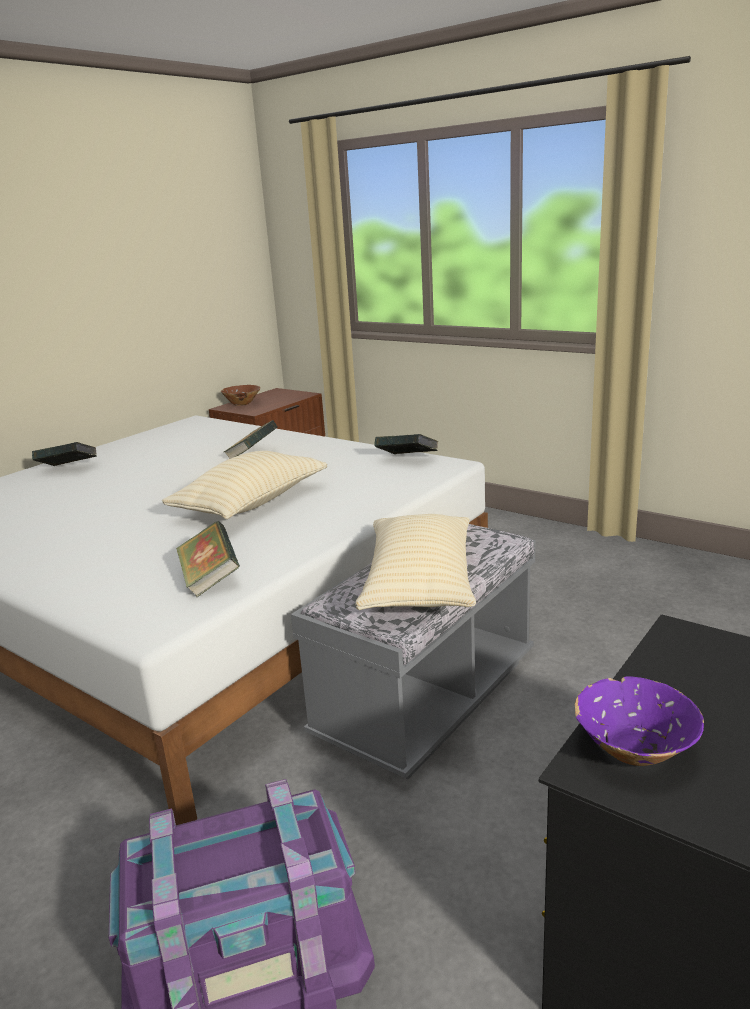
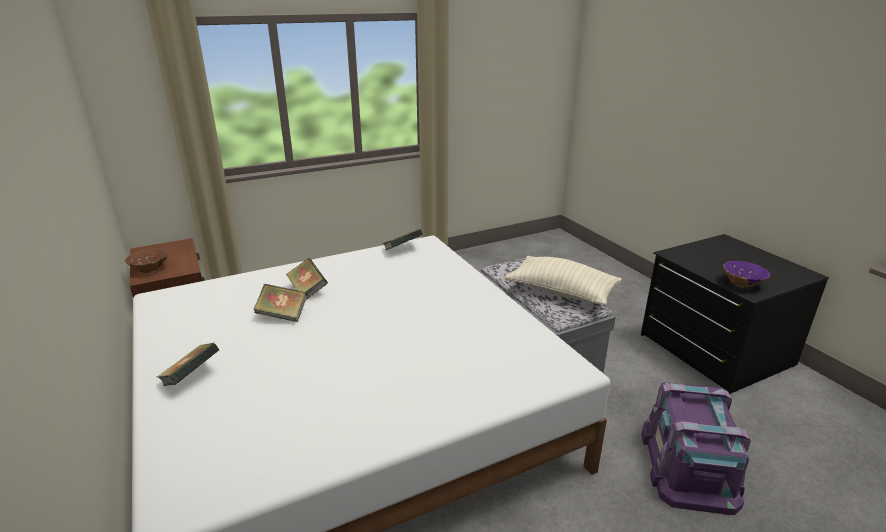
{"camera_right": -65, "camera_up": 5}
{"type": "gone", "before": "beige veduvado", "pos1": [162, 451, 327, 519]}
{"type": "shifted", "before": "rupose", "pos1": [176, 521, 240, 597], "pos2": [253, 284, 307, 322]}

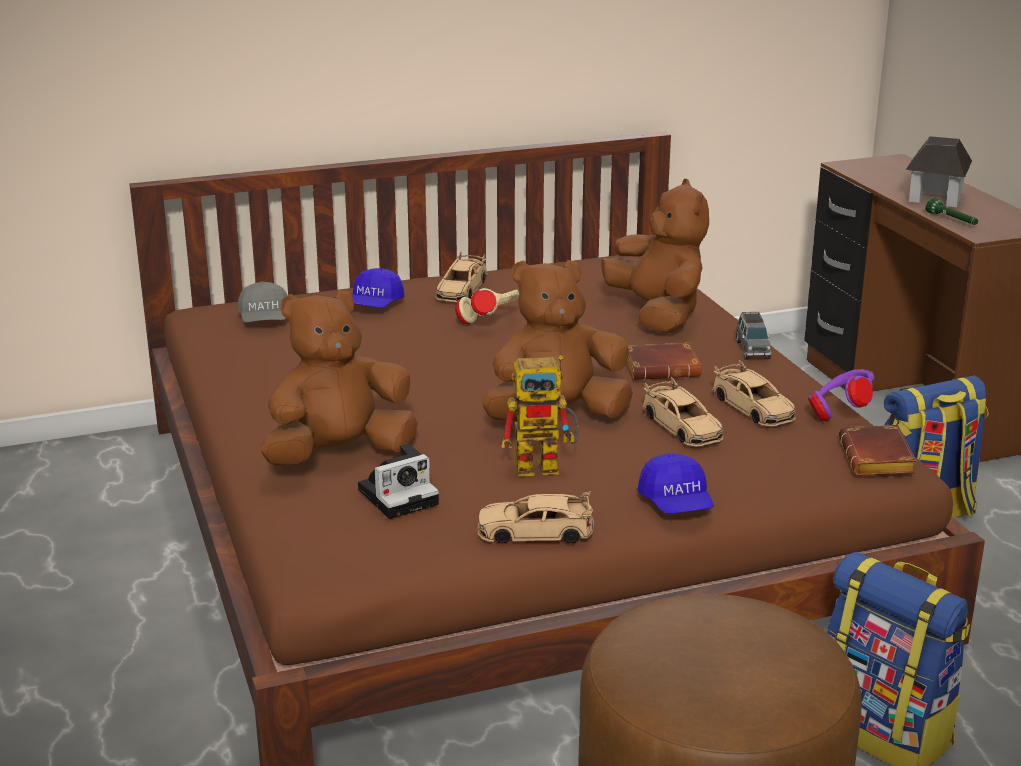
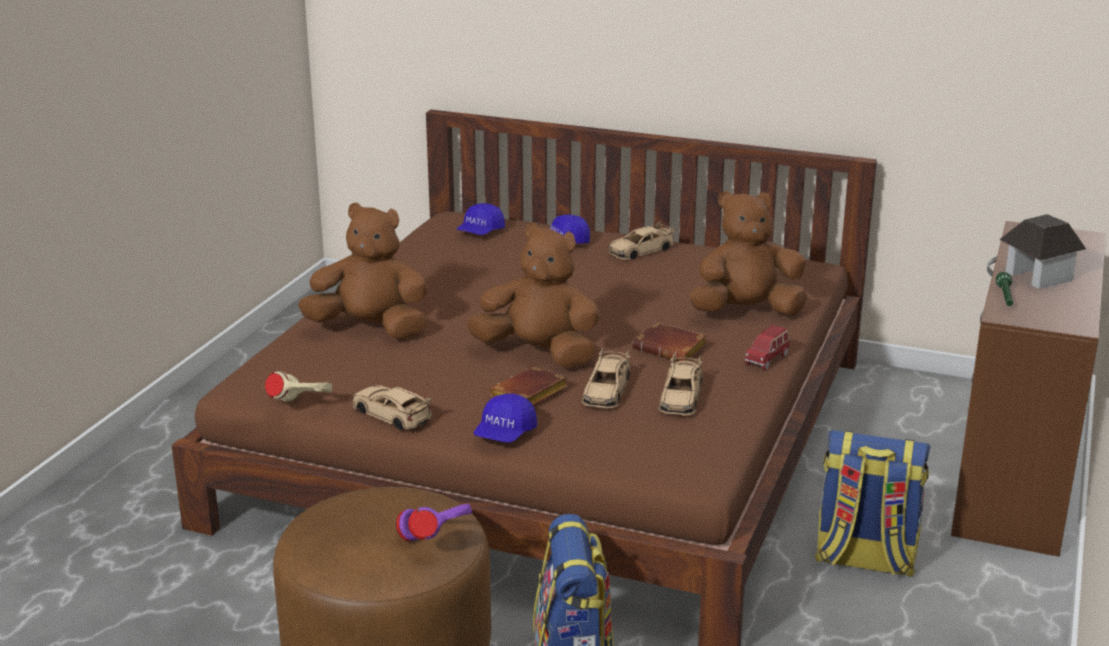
{"camera_right": 40, "camera_up": 0}
{"type": "rotated", "before": "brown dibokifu", "pos1": [601, 179, 709, 333], "pos2": [690, 191, 807, 315], "turn": -120}
{"type": "repainted", "before": "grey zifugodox", "after": "blue zifugodox", "pos1": [237, 282, 288, 322], "pos2": [456, 203, 505, 235]}
{"type": "shifted", "before": "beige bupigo", "pos1": [455, 288, 519, 324], "pos2": [265, 371, 332, 402]}
{"type": "repainted", "before": "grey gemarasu", "after": "red gemarasu", "pos1": [736, 312, 771, 360], "pos2": [745, 324, 790, 370]}
{"type": "gone", "before": "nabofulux", "pos1": [501, 355, 578, 477]}
{"type": "shifted", "before": "purple bupigo", "pos1": [808, 369, 874, 421], "pos2": [396, 504, 472, 541]}
{"type": "shifted", "before": "brown rupose", "pos1": [839, 425, 917, 476], "pos2": [490, 366, 568, 406]}
{"type": "gone", "before": "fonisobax", "pos1": [358, 443, 439, 519]}

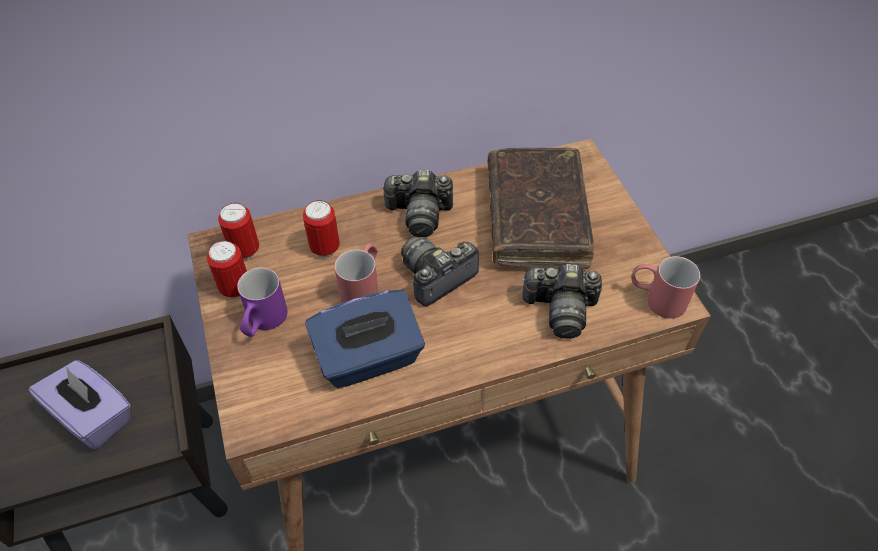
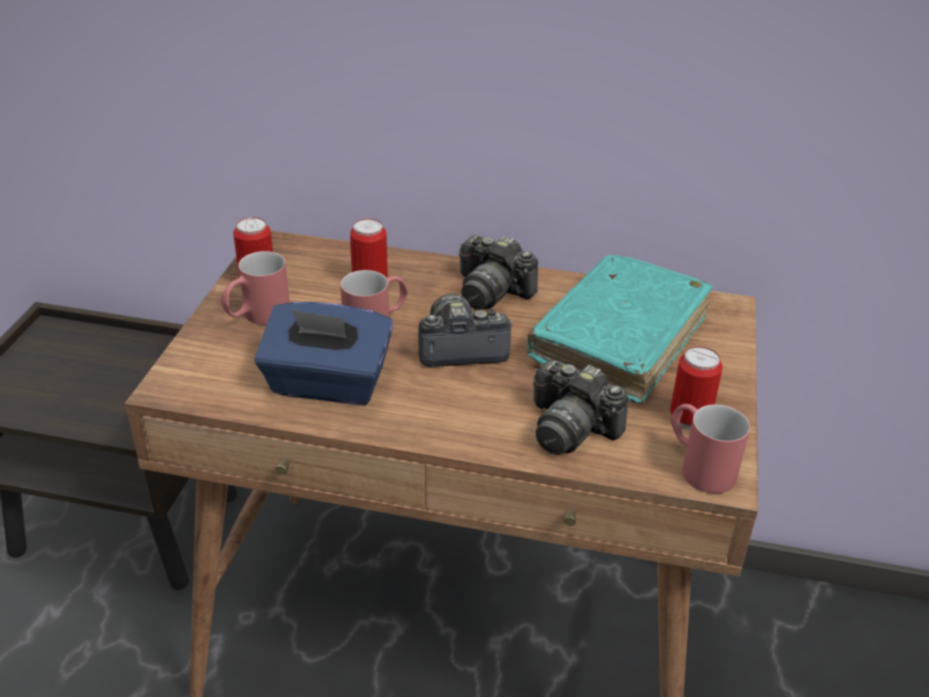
{"camera_right": 30, "camera_up": -15}
{"type": "repainted", "before": "brown rupose", "after": "turquoise rupose", "pos1": [488, 148, 594, 269], "pos2": [527, 255, 713, 404]}
{"type": "shifted", "before": "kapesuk", "pos1": [218, 203, 259, 260], "pos2": [670, 346, 723, 429]}
{"type": "repainted", "before": "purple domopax", "after": "red domopax", "pos1": [237, 267, 288, 337], "pos2": [221, 251, 290, 325]}
{"type": "gone", "before": "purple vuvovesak", "pos1": [29, 360, 131, 450]}

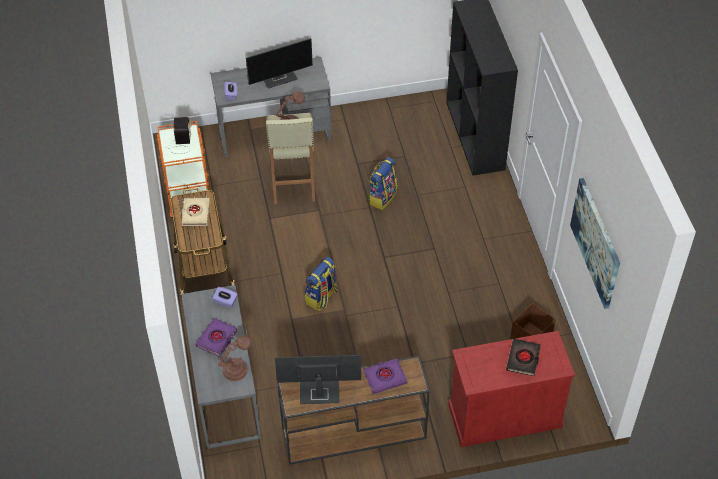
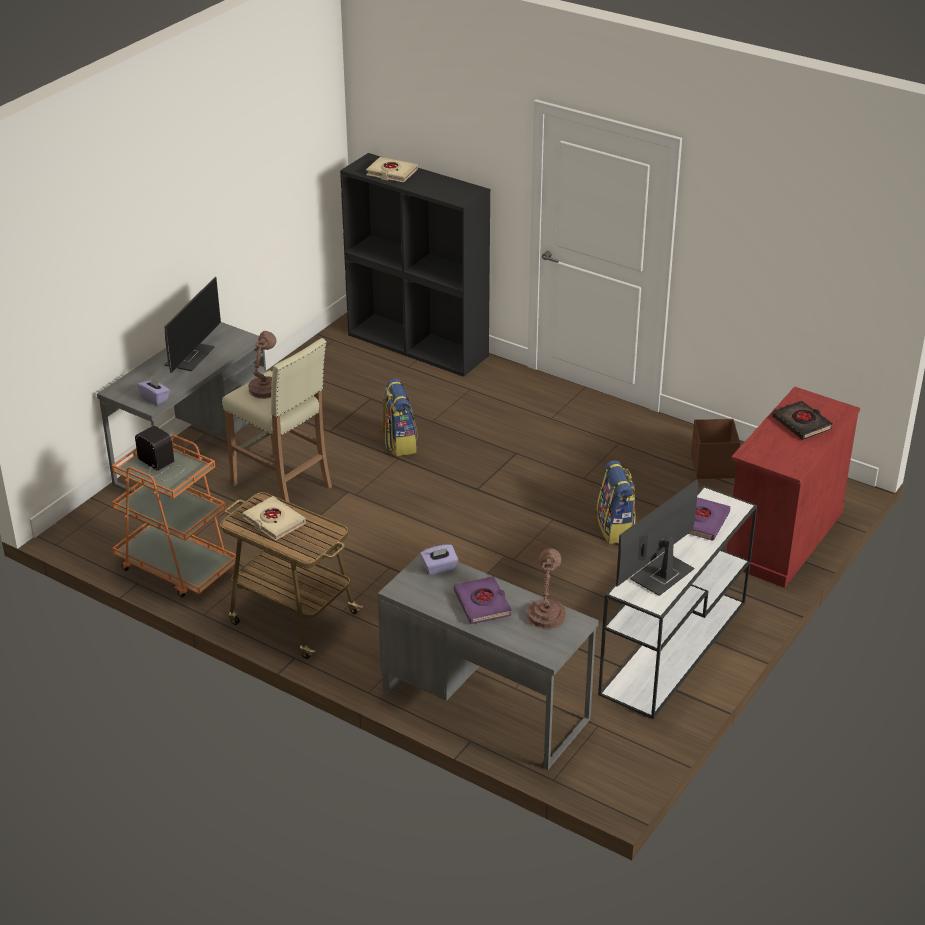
{"camera_right": -45, "camera_up": -15}
{"type": "gone", "before": "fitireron", "pos1": [570, 178, 620, 309]}
{"type": "shifted", "before": "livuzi", "pos1": [305, 257, 338, 311], "pos2": [597, 460, 636, 544]}
{"type": "repainted", "before": "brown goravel", "after": "white goravel", "pos1": [278, 356, 430, 465], "pos2": [598, 486, 757, 719]}
{"type": "new", "after": "beige rupose", "pos2": [366, 157, 418, 182]}

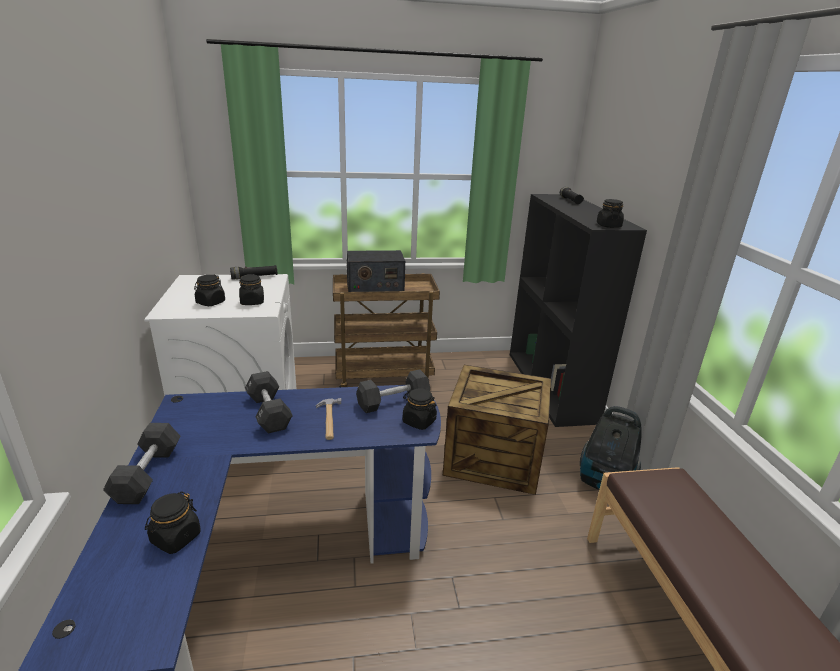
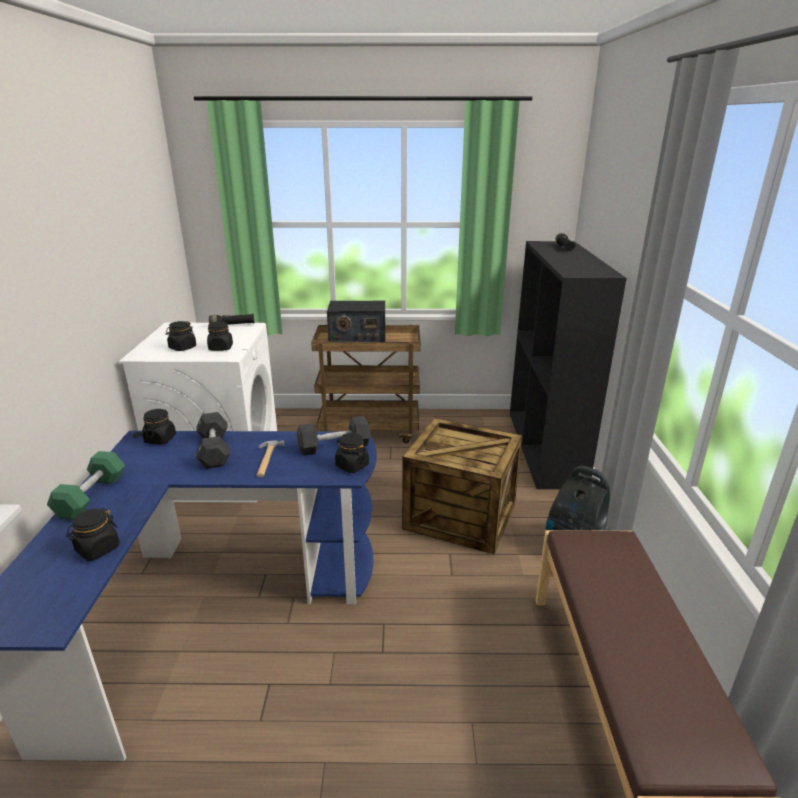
{"camera_right": 10, "camera_up": 0}
{"type": "shifted", "before": "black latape", "pos1": [597, 199, 624, 228], "pos2": [142, 409, 176, 444]}
{"type": "repainted", "before": "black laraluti", "after": "green laraluti", "pos1": [103, 423, 181, 504], "pos2": [47, 451, 125, 520]}

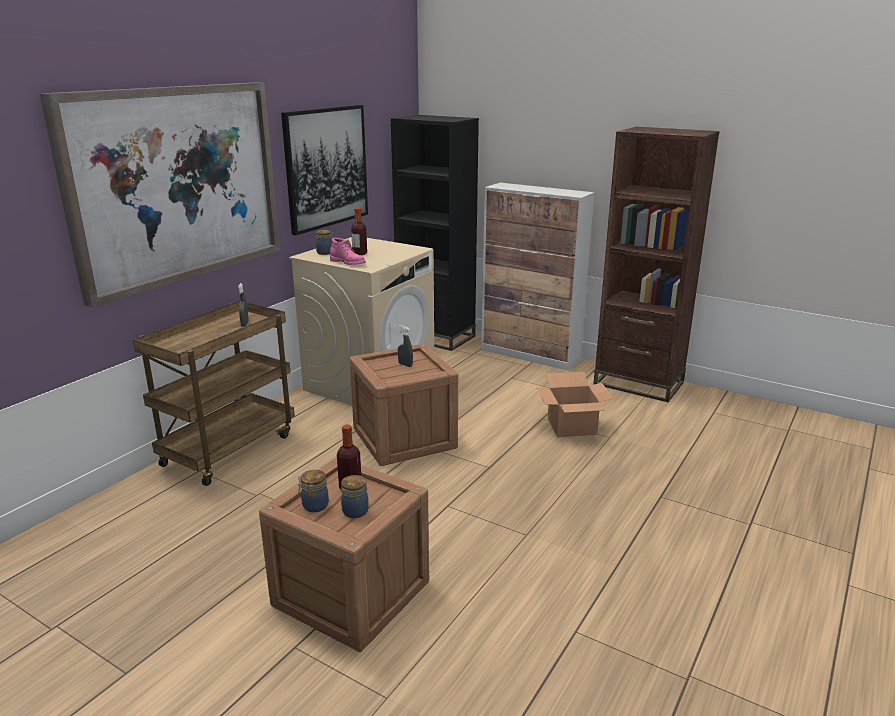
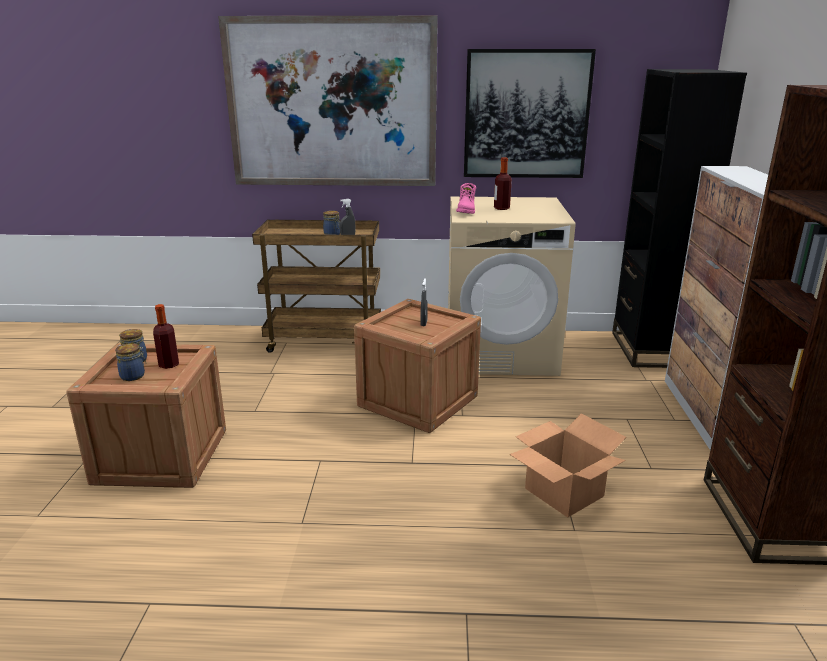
{"camera_right": 60, "camera_up": 0}
{"type": "shifted", "before": "latape", "pos1": [316, 230, 333, 255], "pos2": [323, 211, 340, 235]}

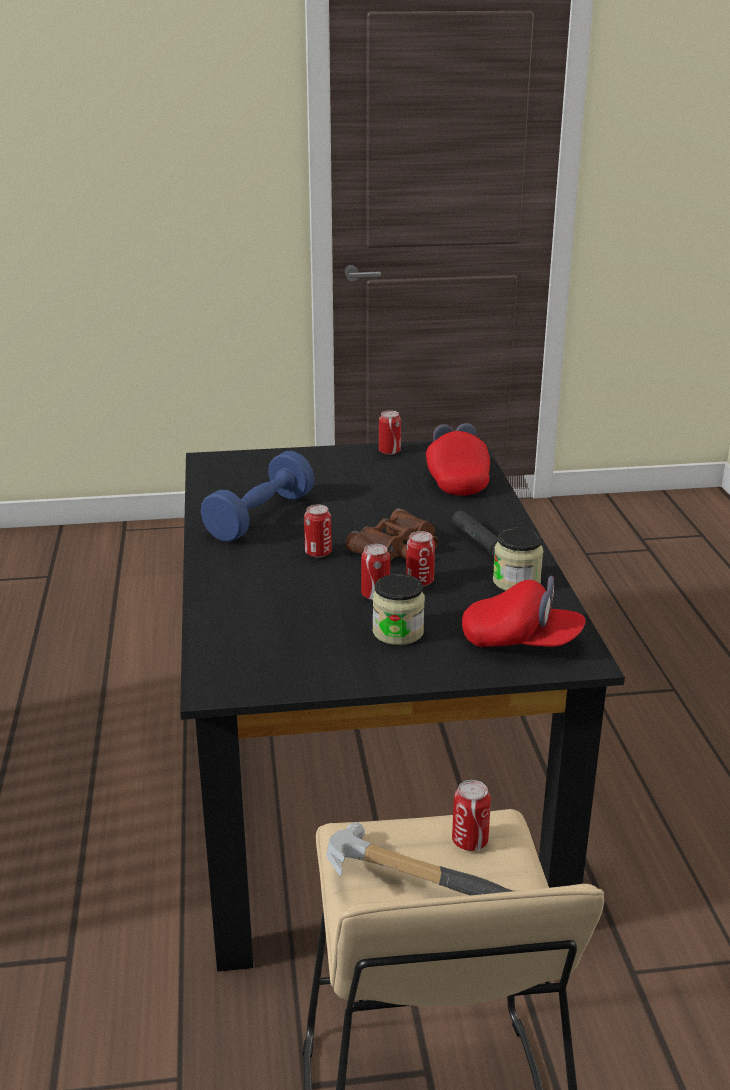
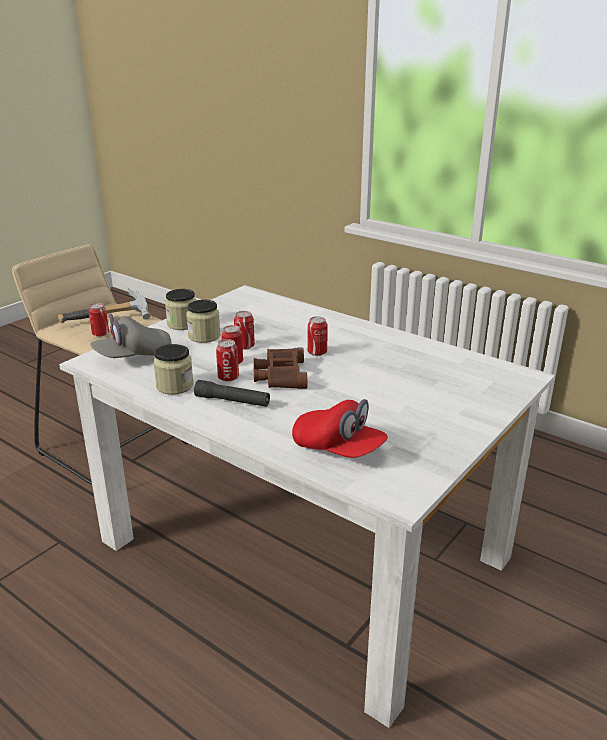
{"camera_right": 135, "camera_up": 0}
{"type": "shifted", "before": "kapesuk", "pos1": [379, 410, 401, 455], "pos2": [216, 339, 239, 382]}
{"type": "repainted", "before": "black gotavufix", "after": "white gotavufix", "pos1": [180, 438, 625, 972], "pos2": [59, 285, 555, 728]}
{"type": "gone", "before": "blue laraluti", "pos1": [201, 451, 314, 542]}
{"type": "repainted", "before": "red zifugodox", "after": "grey zifugodox", "pos1": [462, 576, 586, 647], "pos2": [90, 313, 172, 358]}
{"type": "new", "after": "latape", "pos2": [165, 289, 196, 330]}

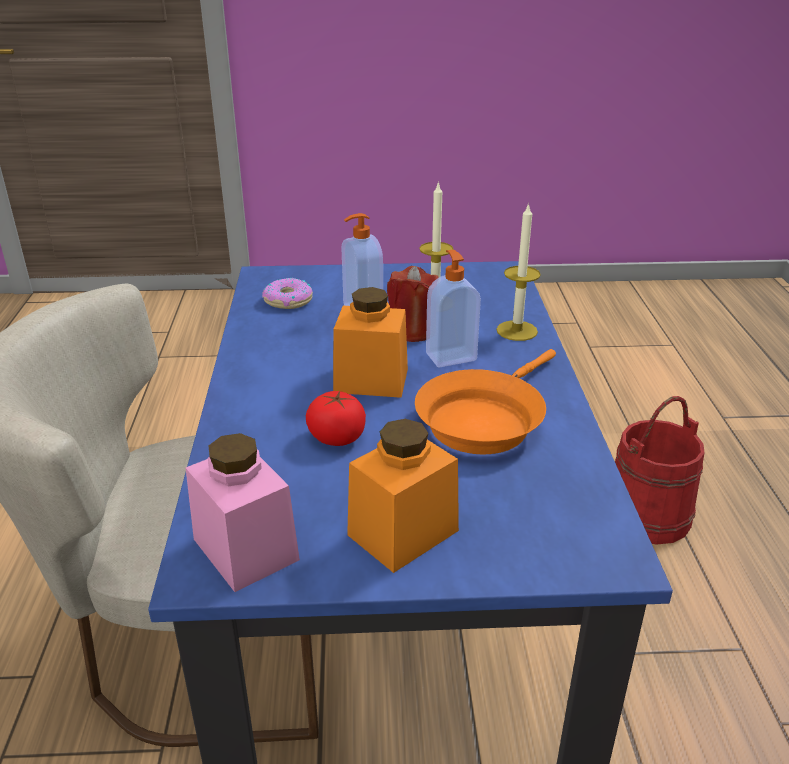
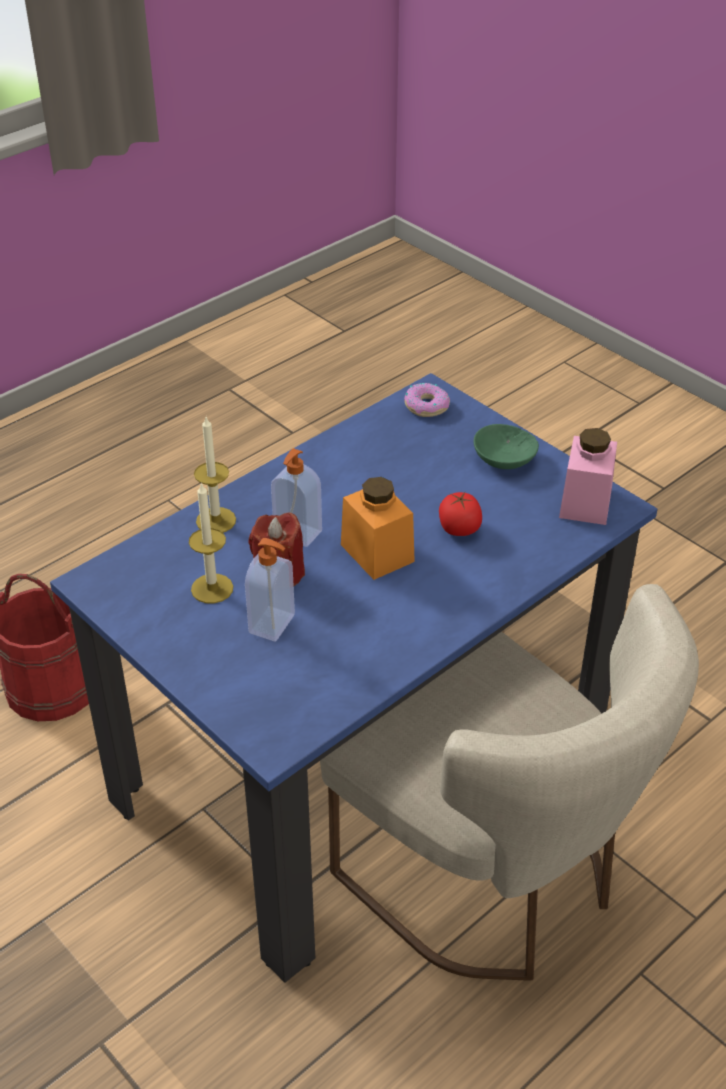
{"camera_right": -130, "camera_up": 10}
{"type": "shifted", "before": "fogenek", "pos1": [262, 278, 313, 309], "pos2": [404, 383, 450, 417]}
{"type": "gone", "before": "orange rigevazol", "pos1": [415, 349, 556, 454]}
{"type": "swapped", "before": "orange latape", "after": "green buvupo", "pos1": [347, 419, 459, 573], "pos2": [474, 424, 539, 469]}

